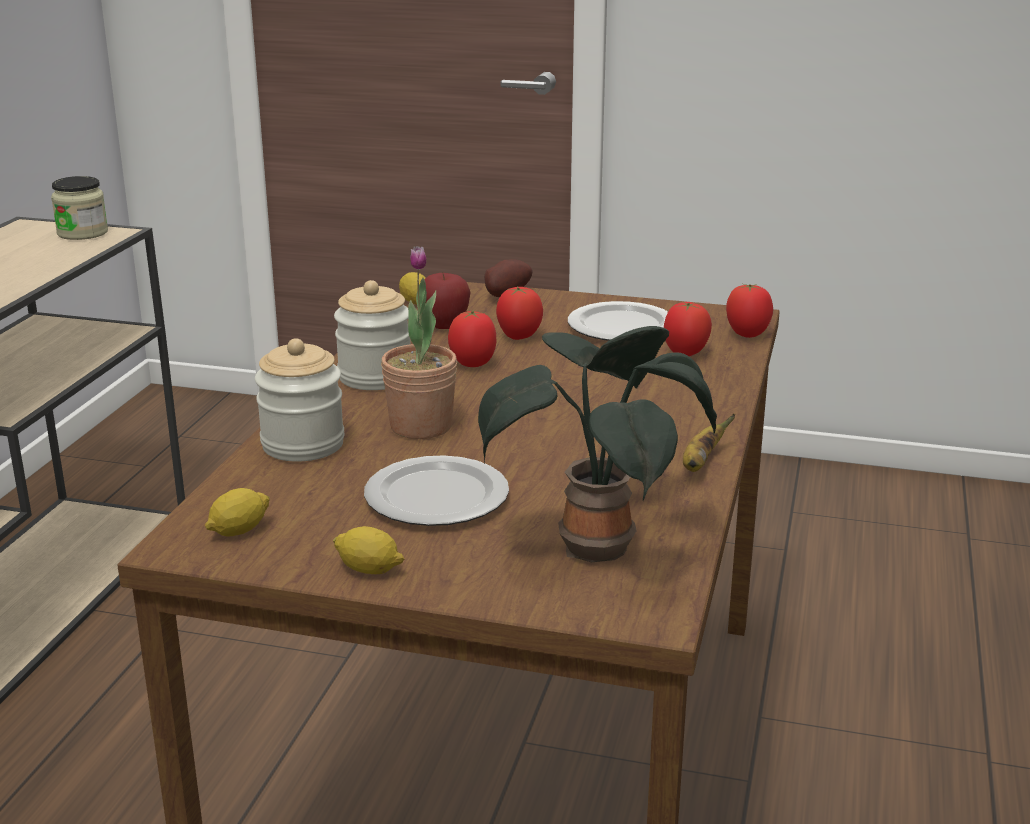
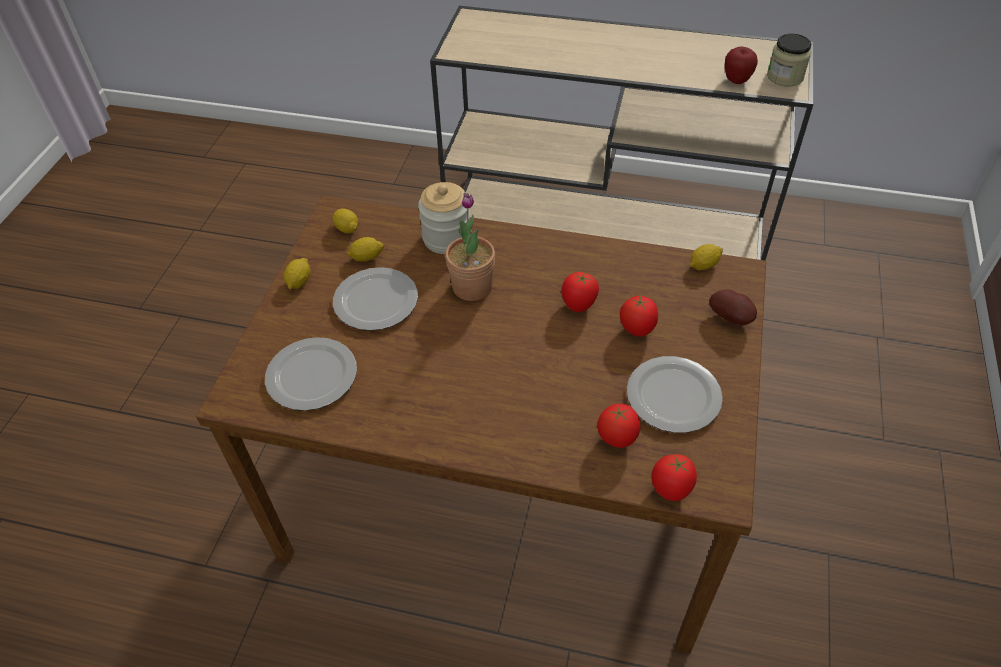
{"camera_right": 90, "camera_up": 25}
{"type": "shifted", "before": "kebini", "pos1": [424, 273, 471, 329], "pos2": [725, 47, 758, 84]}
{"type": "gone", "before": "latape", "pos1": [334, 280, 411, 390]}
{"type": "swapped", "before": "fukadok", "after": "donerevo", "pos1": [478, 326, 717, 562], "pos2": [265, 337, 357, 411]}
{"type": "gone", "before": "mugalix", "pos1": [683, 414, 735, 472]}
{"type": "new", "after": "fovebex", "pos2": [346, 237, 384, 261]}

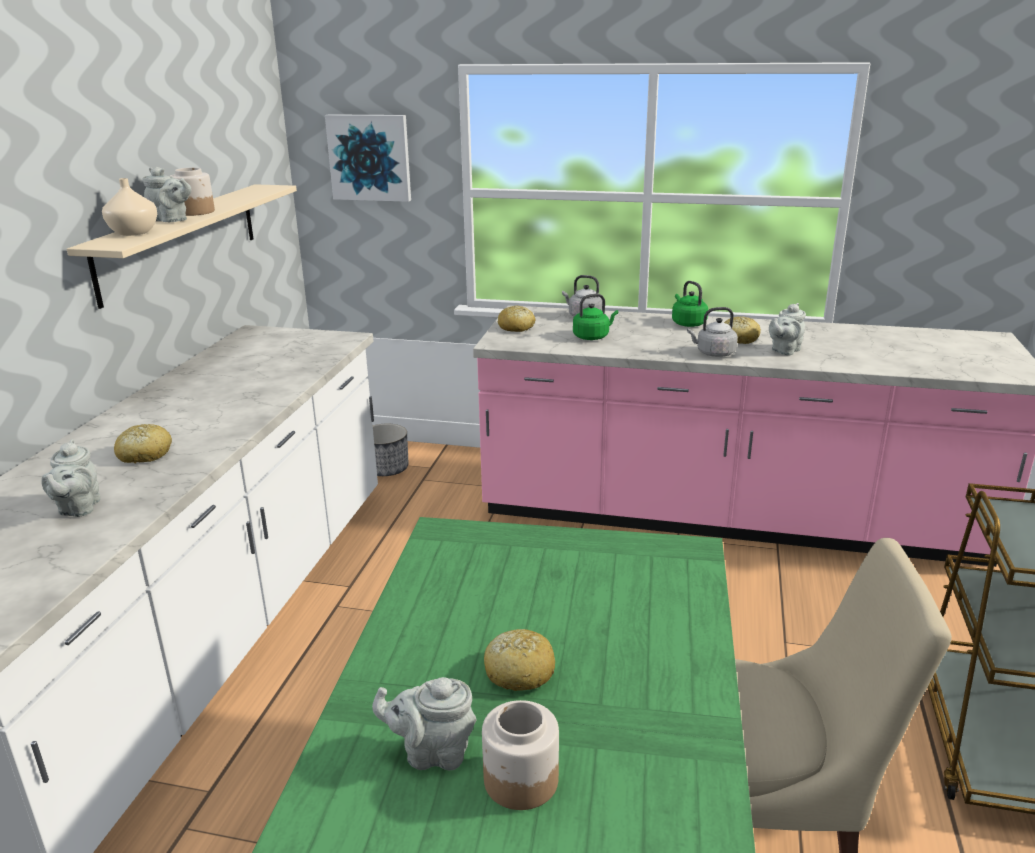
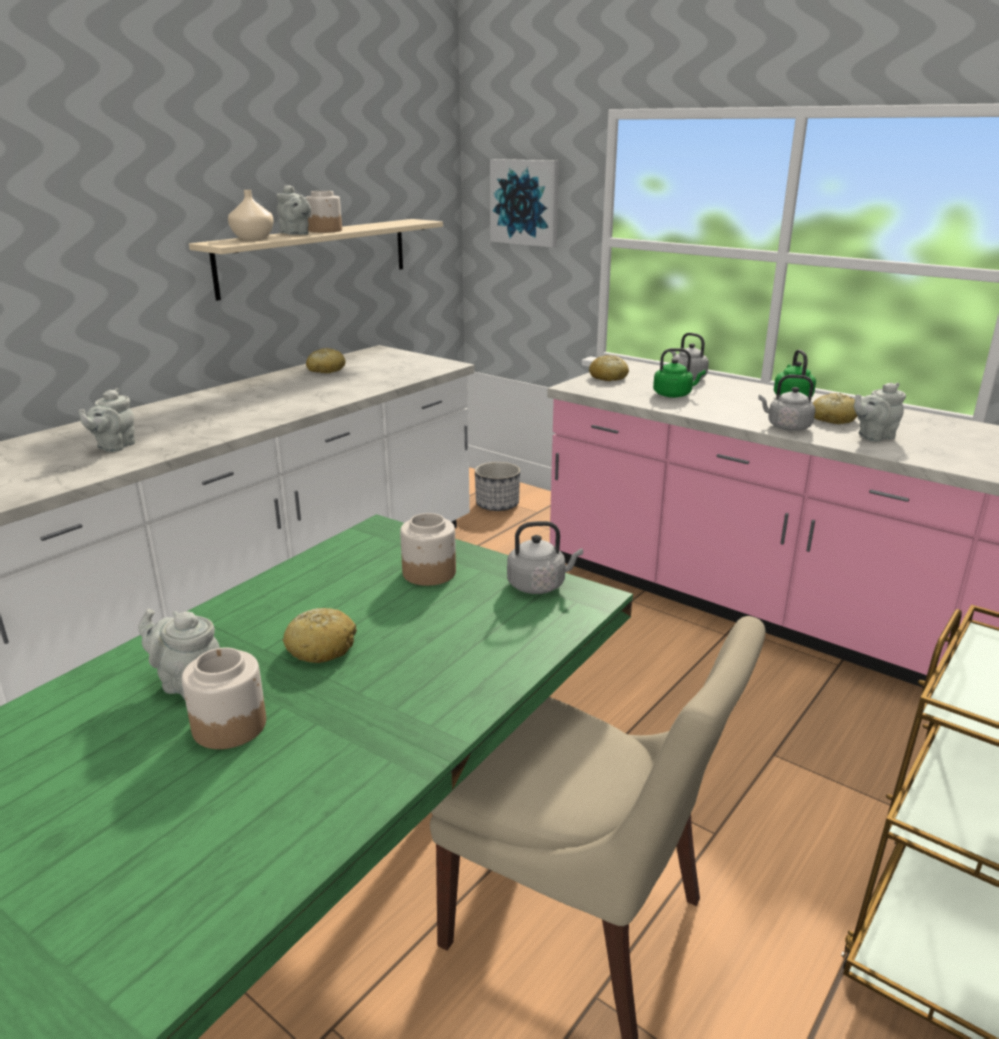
{"camera_right": 25, "camera_up": 0}
{"type": "shifted", "before": "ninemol", "pos1": [114, 424, 172, 463], "pos2": [306, 348, 345, 373]}
{"type": "new", "after": "latape", "pos2": [400, 513, 456, 586]}
{"type": "new", "after": "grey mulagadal", "pos2": [507, 521, 583, 594]}

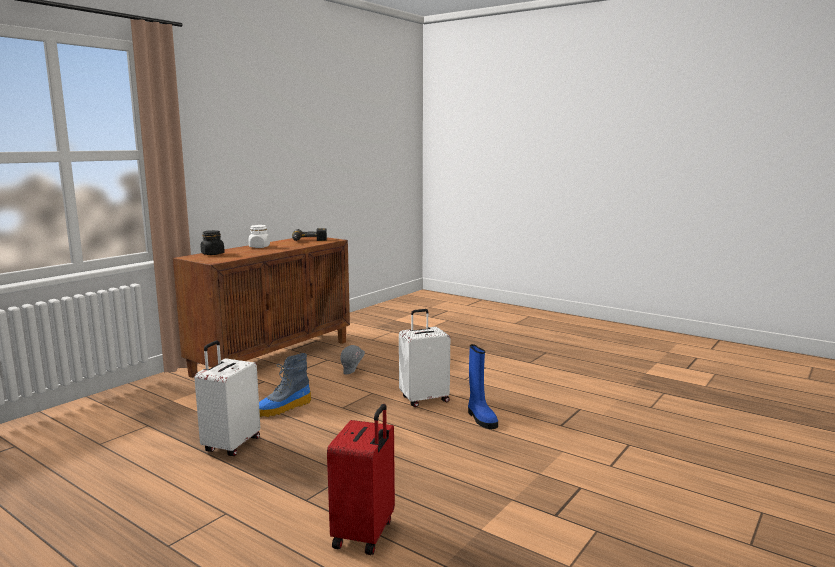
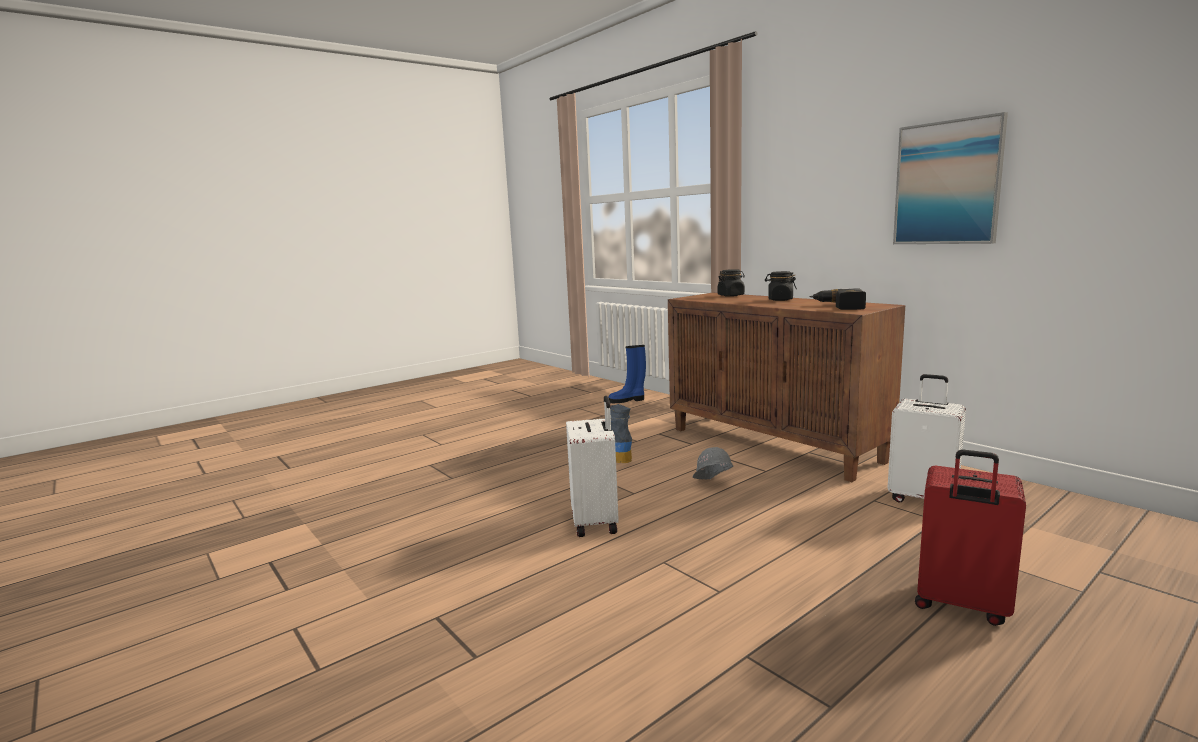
{"camera_right": 105, "camera_up": 0}
{"type": "repainted", "before": "white latape", "after": "black latape", "pos1": [249, 225, 270, 248], "pos2": [765, 271, 797, 301]}
{"type": "shifted", "before": "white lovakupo", "pos1": [194, 340, 260, 456], "pos2": [888, 374, 966, 503]}
{"type": "shifted", "before": "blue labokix", "pos1": [468, 344, 498, 429], "pos2": [608, 345, 646, 403]}
{"type": "shifted", "before": "red lovakupo", "pos1": [327, 404, 395, 555], "pos2": [915, 450, 1026, 626]}
{"type": "new", "after": "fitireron", "pos2": [893, 112, 1008, 244]}

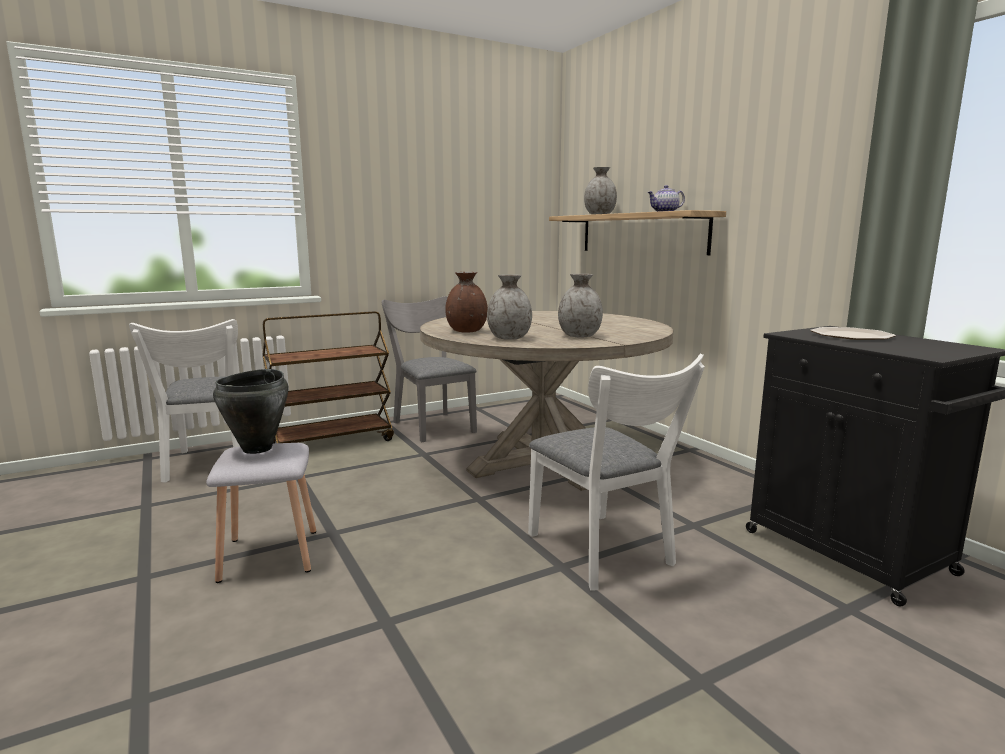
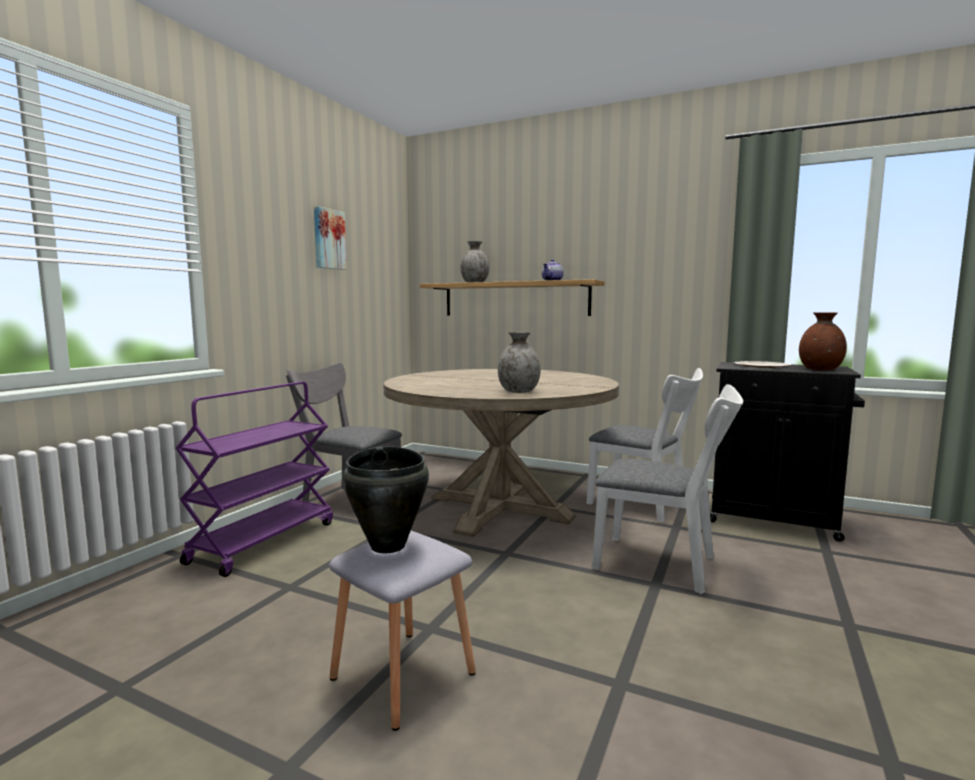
{"camera_right": -35, "camera_up": -5}
{"type": "shifted", "before": "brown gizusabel", "pos1": [445, 272, 488, 333], "pos2": [799, 313, 847, 370]}
{"type": "gone", "before": "grey gizusabel", "pos1": [558, 274, 603, 338]}
{"type": "repainted", "before": "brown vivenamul", "after": "purple vivenamul", "pos1": [262, 311, 394, 444], "pos2": [175, 382, 333, 577]}
{"type": "shifted", "before": "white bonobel", "pos1": [129, 319, 240, 482], "pos2": [586, 368, 703, 523]}
{"type": "new", "after": "fitireron", "pos2": [314, 206, 347, 270]}

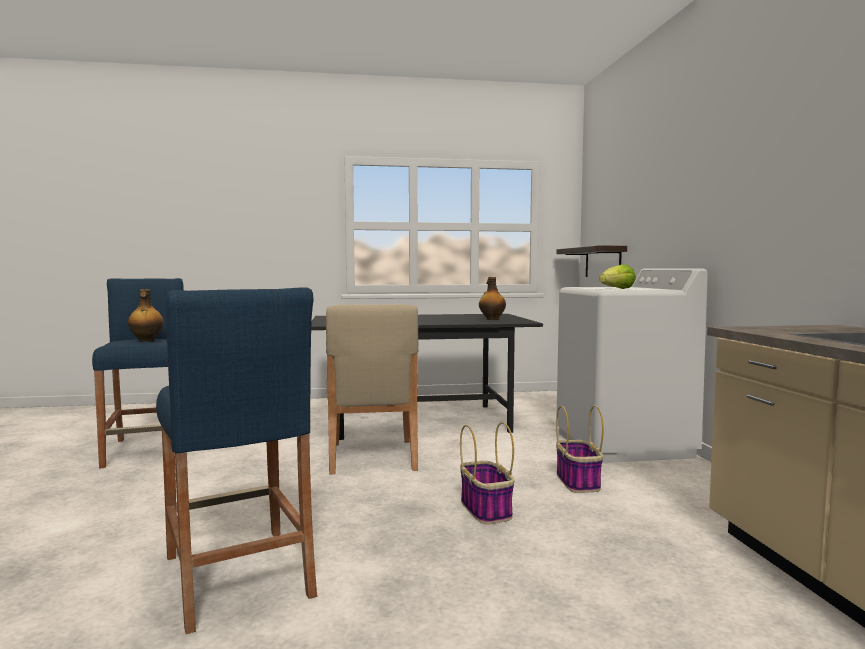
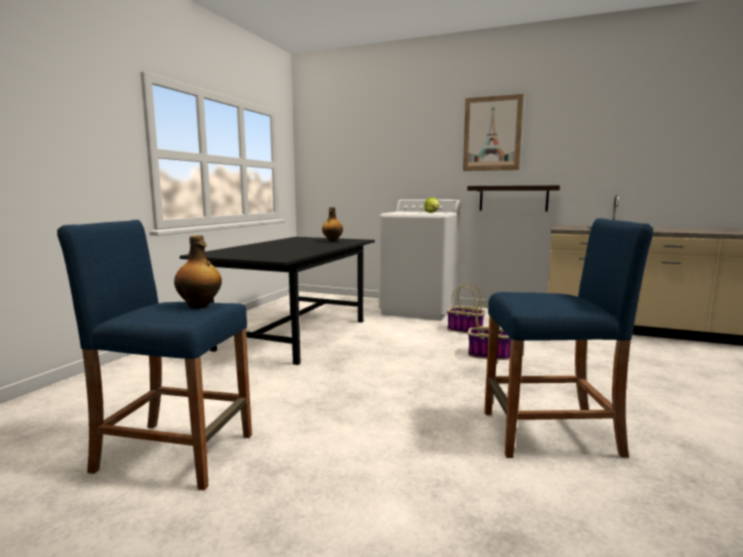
{"camera_right": -60, "camera_up": 5}
{"type": "shifted", "before": "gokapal", "pos1": [557, 246, 627, 277], "pos2": [467, 185, 560, 212]}
{"type": "gone", "before": "beige bonobel", "pos1": [326, 304, 419, 474]}
{"type": "new", "after": "fitireron", "pos2": [463, 94, 524, 171]}

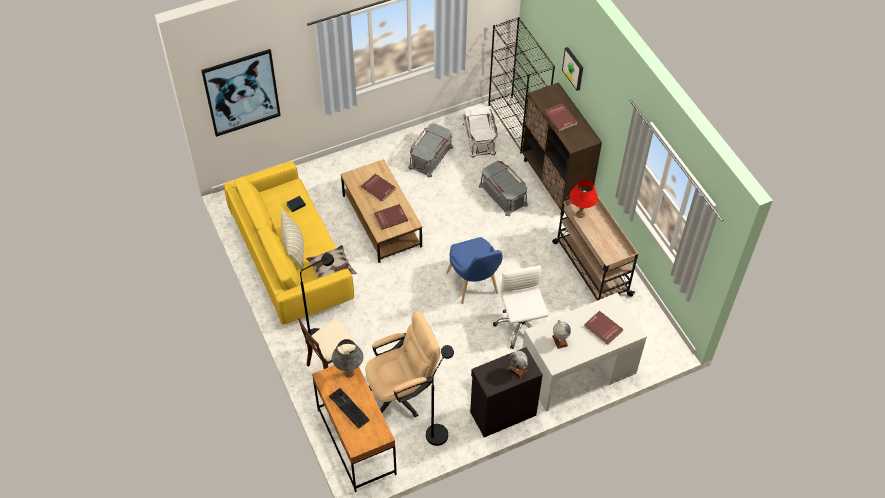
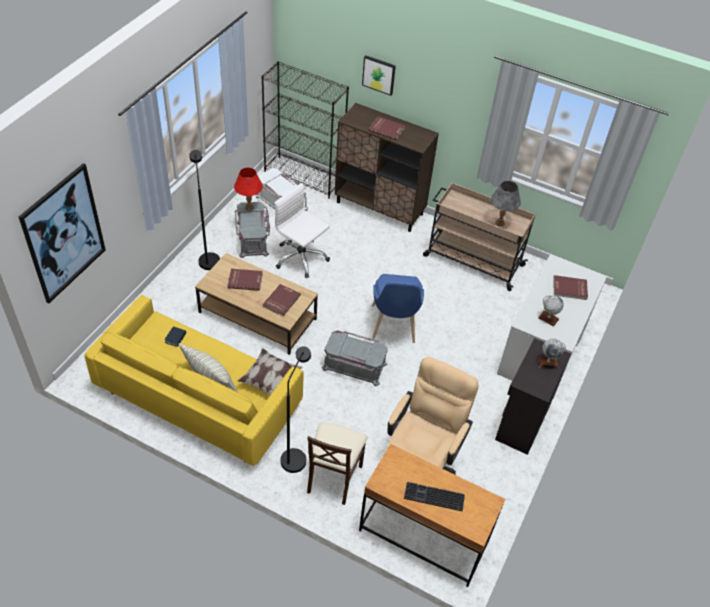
{"camera_right": -40, "camera_up": -5}
{"type": "shifted", "before": "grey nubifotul", "pos1": [479, 161, 528, 216], "pos2": [322, 330, 388, 386]}
{"type": "shifted", "before": "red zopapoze", "pos1": [569, 180, 598, 218], "pos2": [234, 168, 263, 211]}
{"type": "rotated", "before": "blue bonobel", "pos1": [446, 237, 503, 304], "pos2": [372, 274, 424, 343], "turn": 60}
{"type": "shifted", "before": "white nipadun", "pos1": [493, 265, 549, 349], "pos2": [274, 183, 330, 278]}
{"type": "shifted", "before": "grey zopapoze", "pos1": [332, 339, 363, 378], "pos2": [491, 181, 521, 226]}
{"type": "shifted", "before": "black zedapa", "pos1": [426, 345, 454, 446], "pos2": [189, 150, 220, 270]}

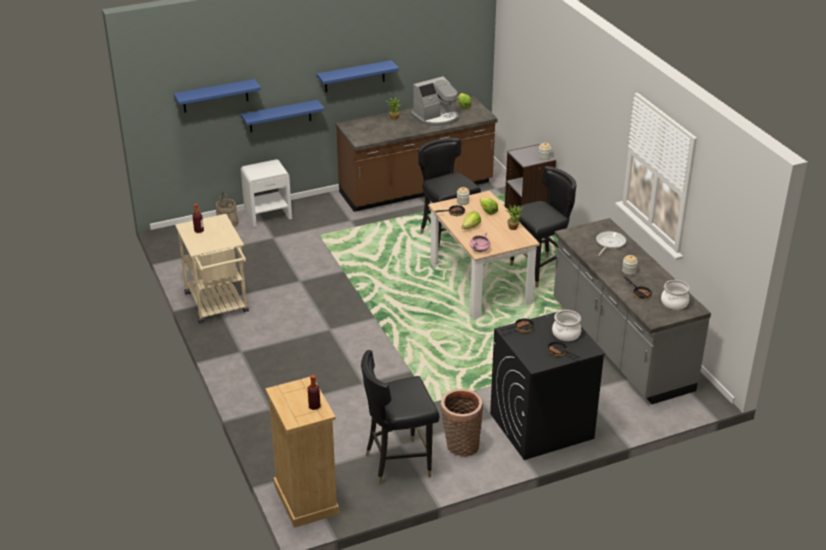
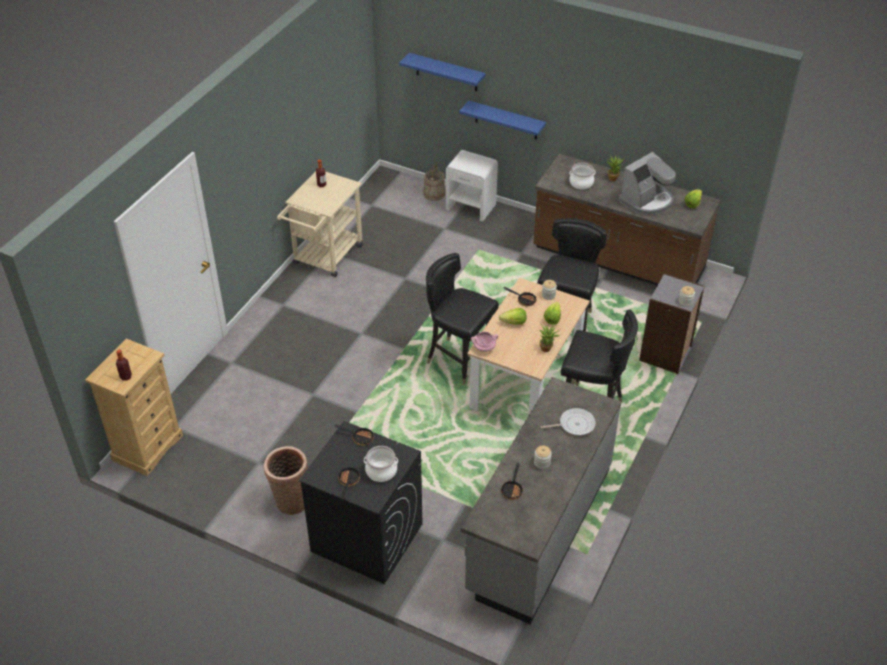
{"camera_right": 50, "camera_up": 10}
{"type": "gone", "before": "blue gokapal", "pos1": [317, 60, 399, 92]}
{"type": "rotated", "before": "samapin", "pos1": [411, 76, 459, 127], "pos2": [619, 152, 676, 215], "turn": -60}
{"type": "shifted", "before": "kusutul", "pos1": [661, 280, 690, 310], "pos2": [569, 163, 596, 189]}
{"type": "shifted", "before": "black bonobel", "pos1": [361, 350, 439, 485], "pos2": [426, 253, 499, 384]}

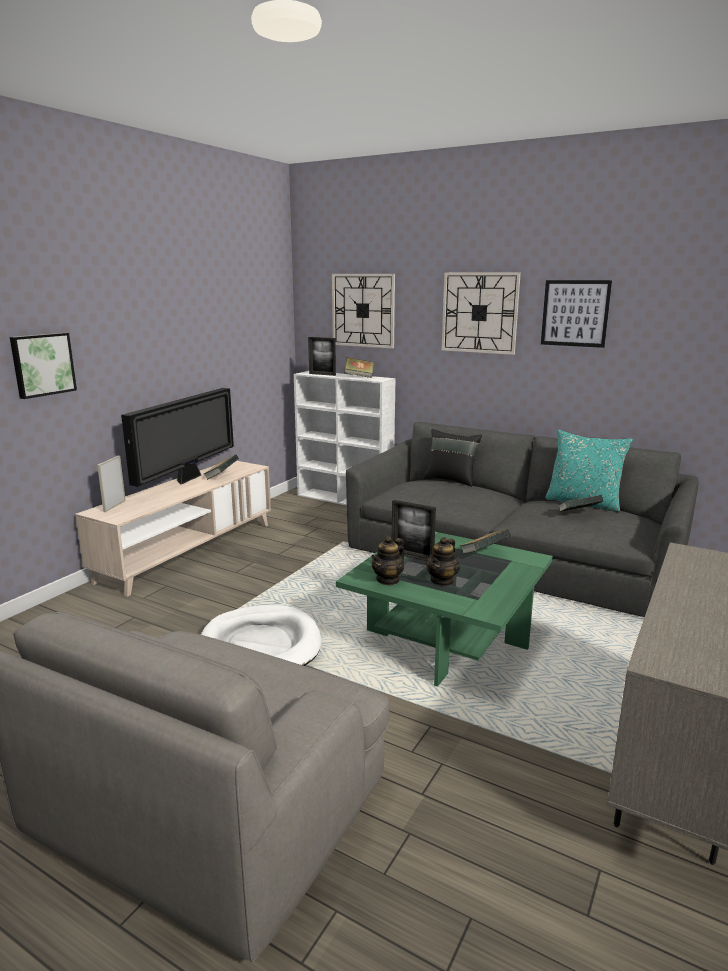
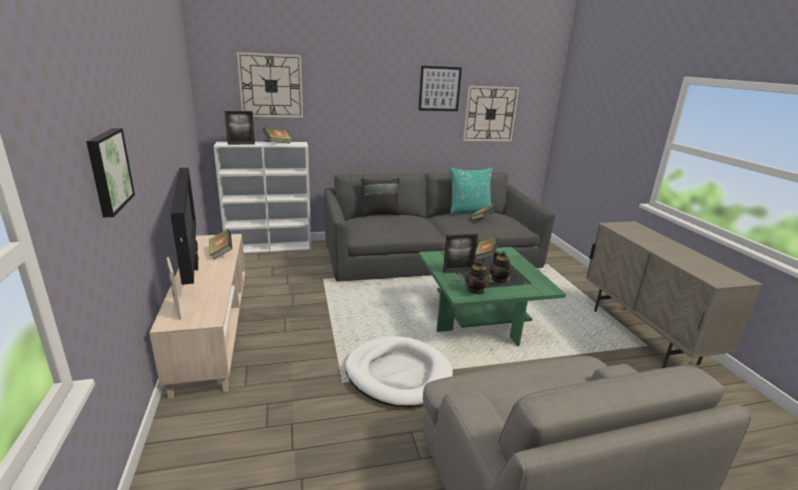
{"camera_right": -45, "camera_up": 5}
{"type": "shifted", "before": "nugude", "pos1": [442, 272, 521, 355], "pos2": [463, 86, 519, 141]}

